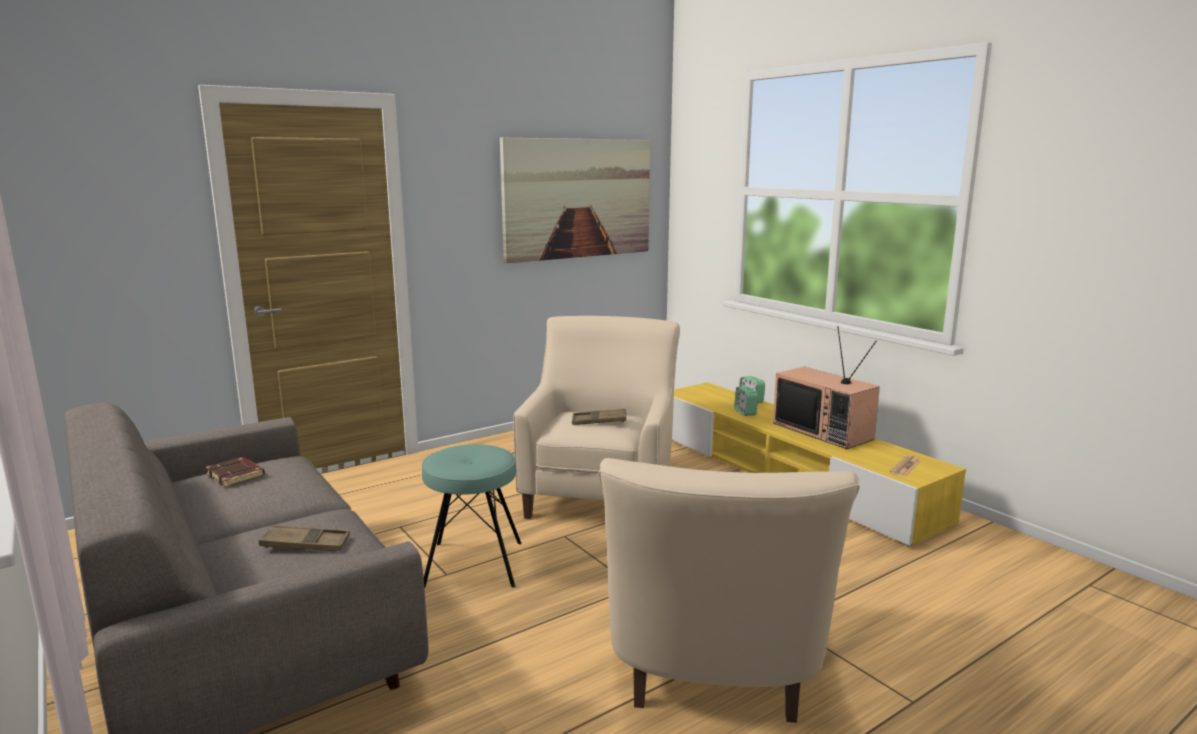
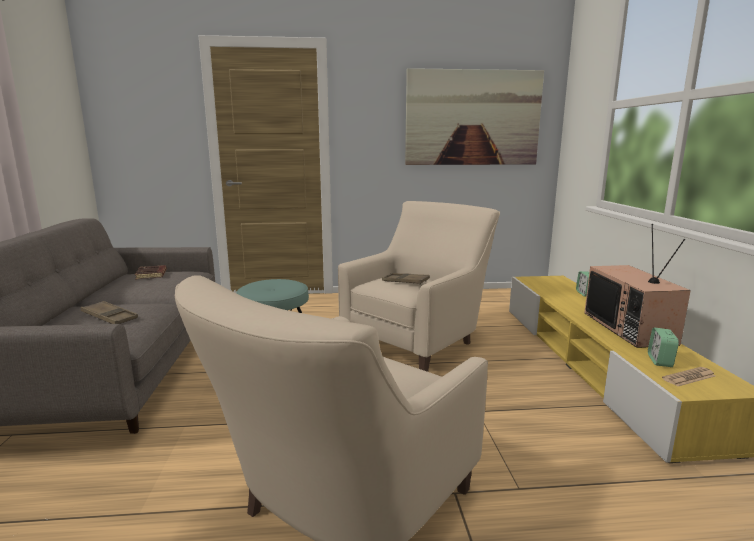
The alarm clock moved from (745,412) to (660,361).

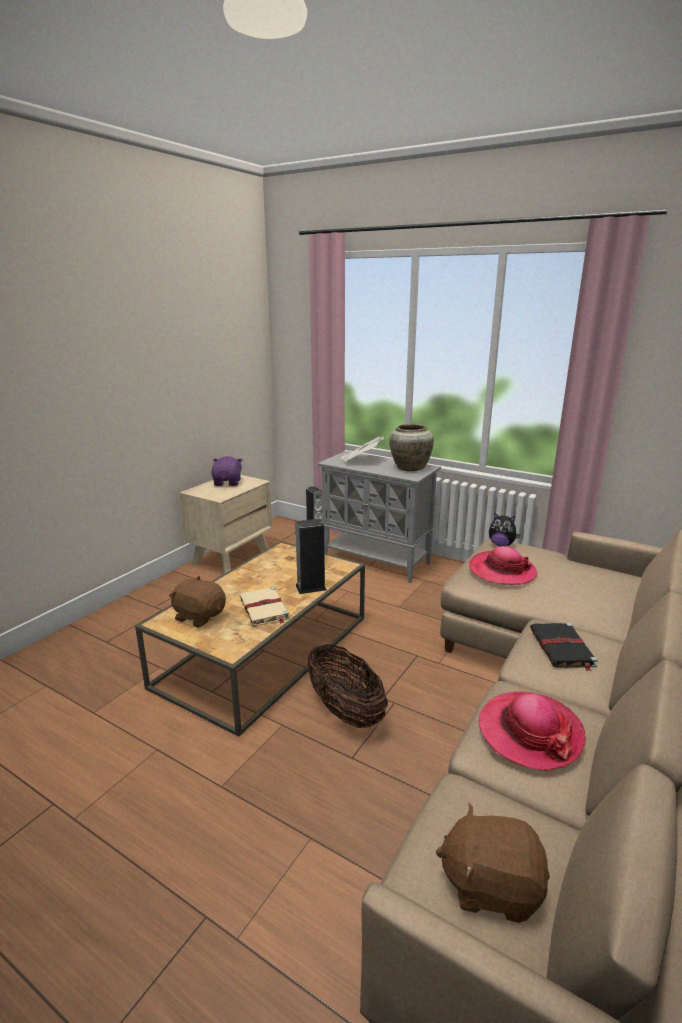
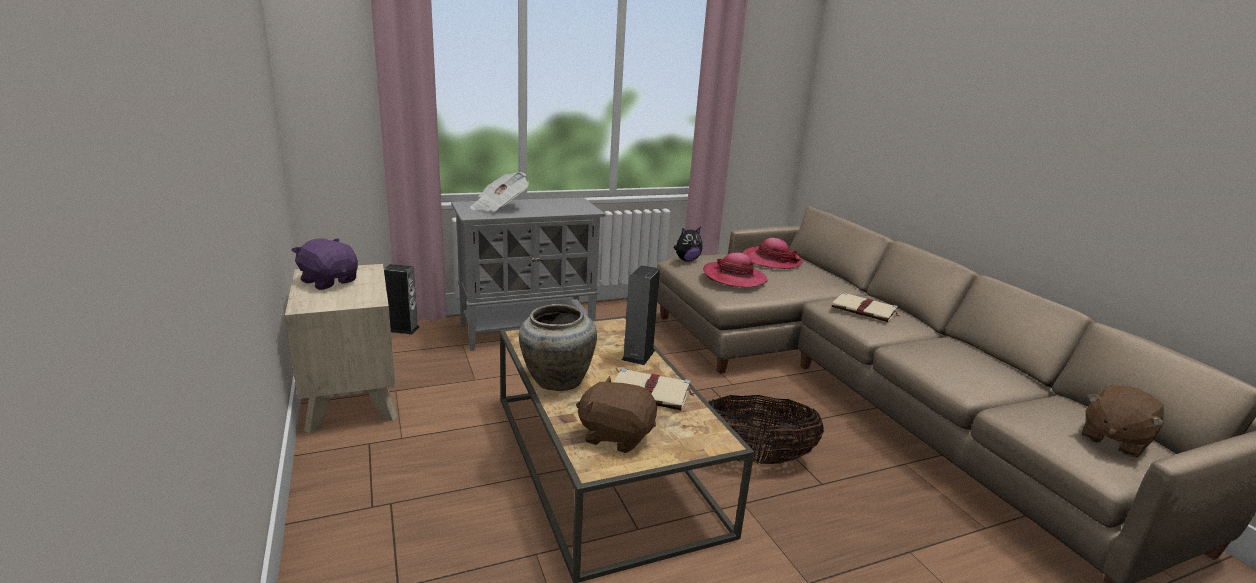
The vase (beige) moved from (409,468) to (556,380).
The plush toy (brown) at (199,616) turned 45 degrees clockwise.
The hat moved from (529,732) to (771,260).
The book (black) at (562,648) became the book (beige) at (865,310).

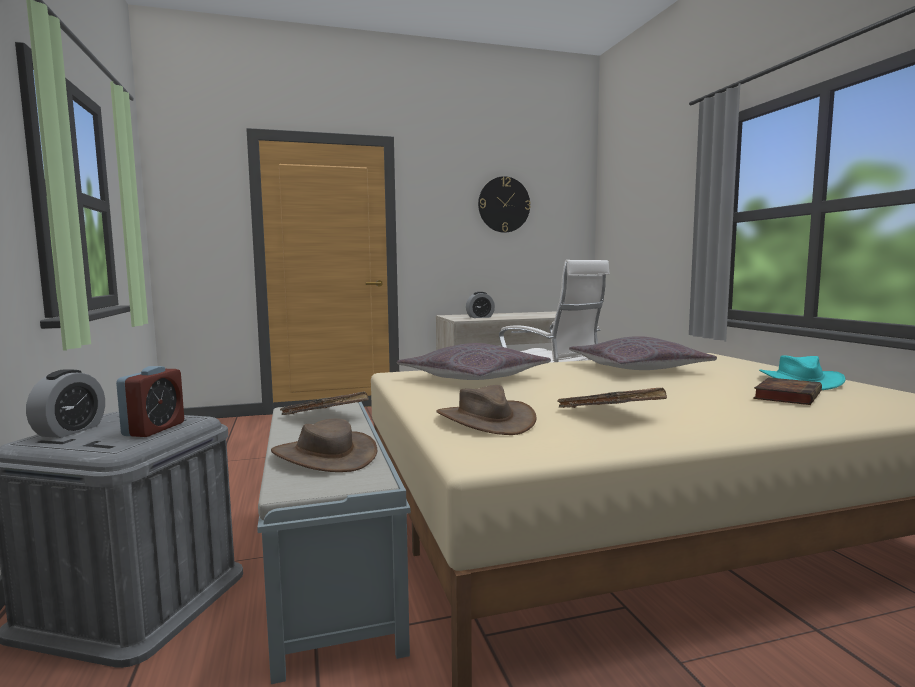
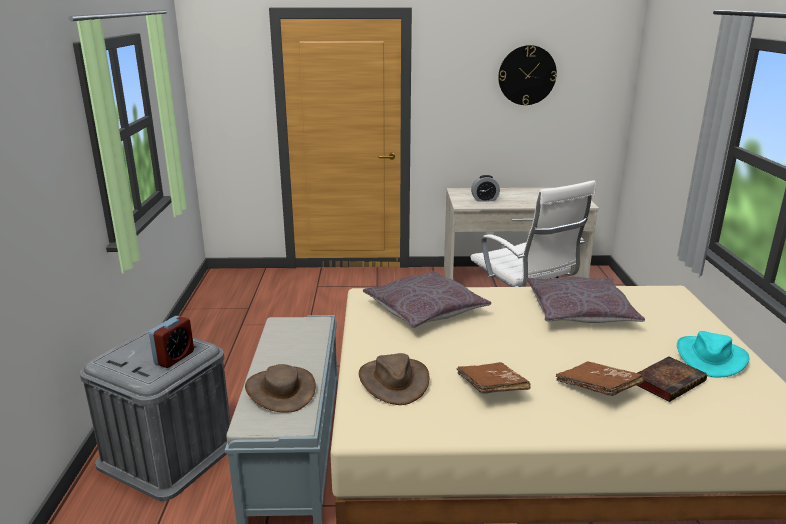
The book (brown) moved from (324,417) to (597,389).
The alarm clock at (70,431) disappeared.

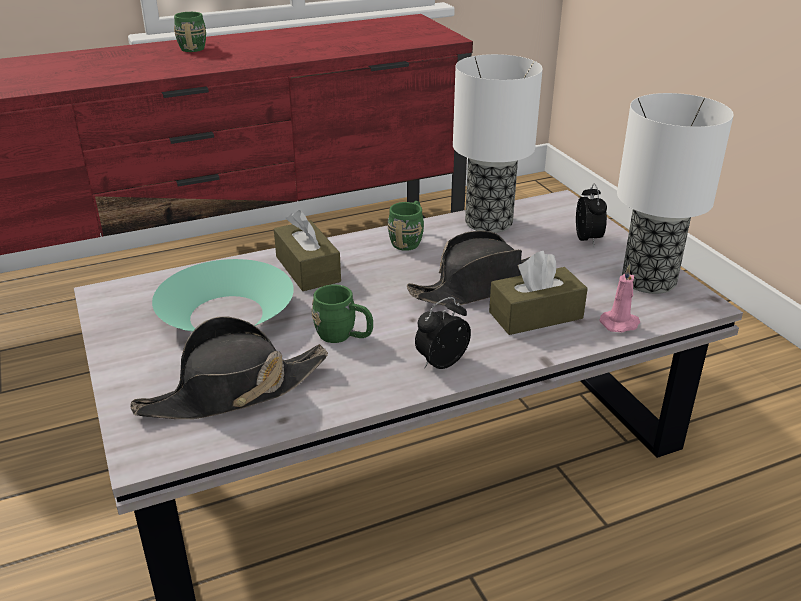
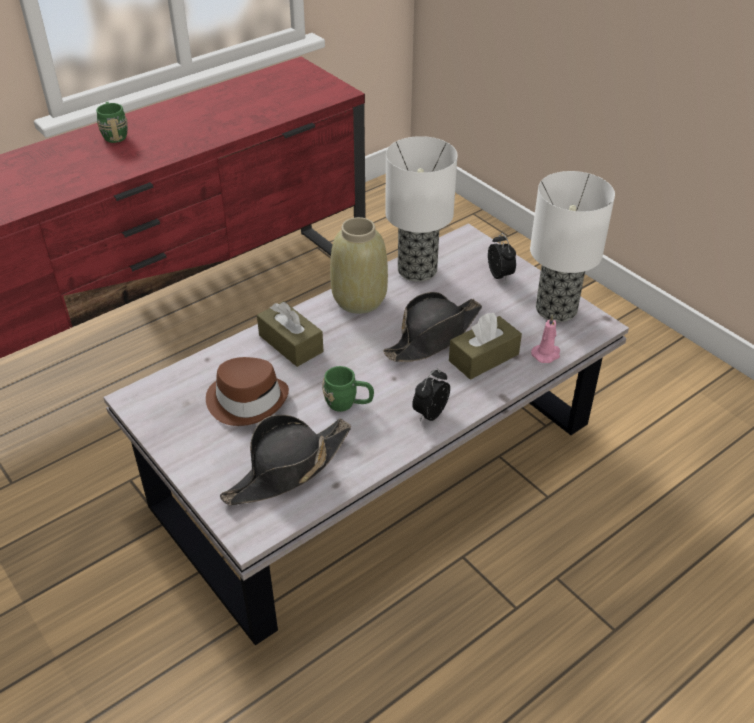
The bowl (turquoise) at (227,314) was replaced by the hat (brown) at (247,400).
The mug (green) at (408,240) was replaced by the vase (beige) at (360,299).

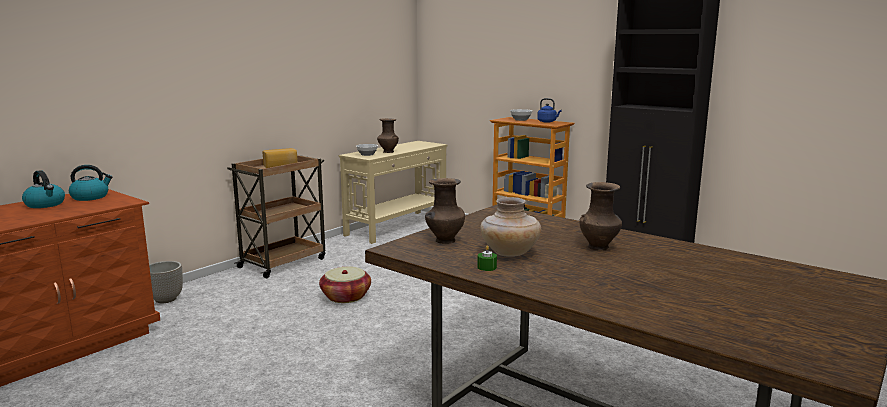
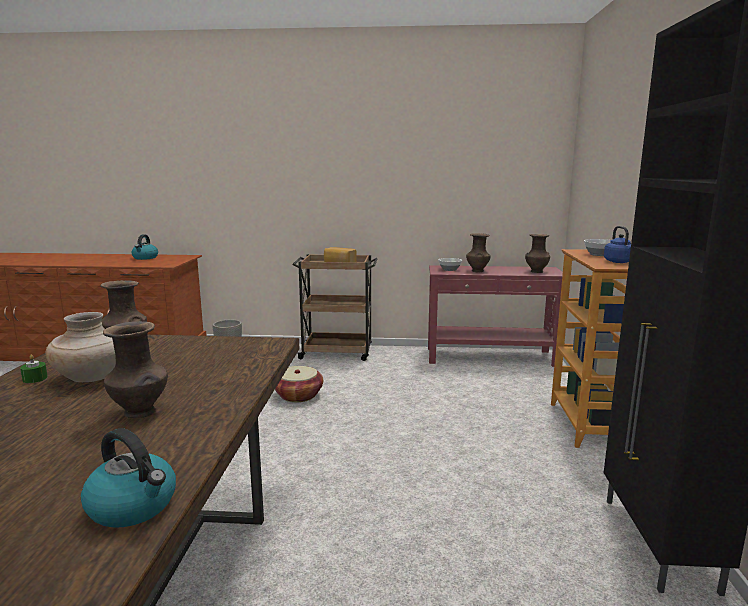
The kettle moved from (91,197) to (134,506).
The console table (beige) at (397,226) became the console table (red) at (491,357).
The vase (brown) at (536,271) appeared.

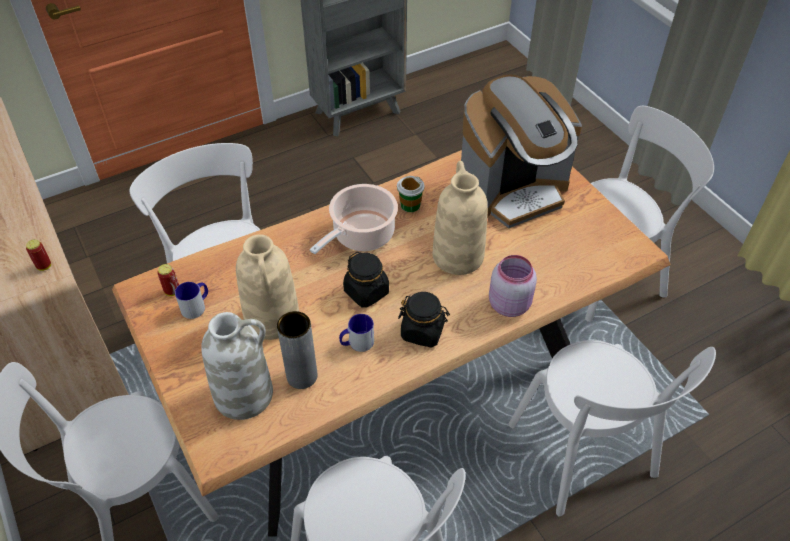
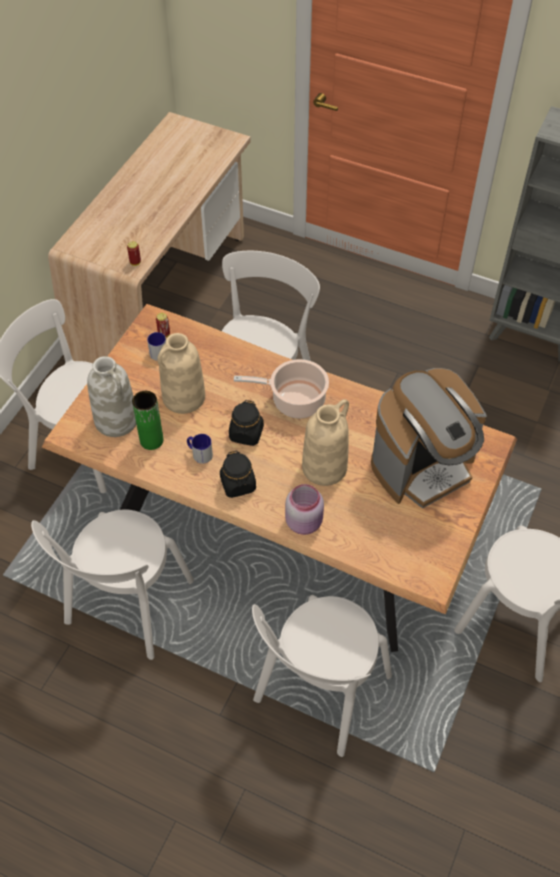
The vase (grey) at (302,376) became the vase (green) at (151,440).
The coffee machine at (513,192) turned 60 degrees counterclockwise.
The cup at (410,205) disappeared.

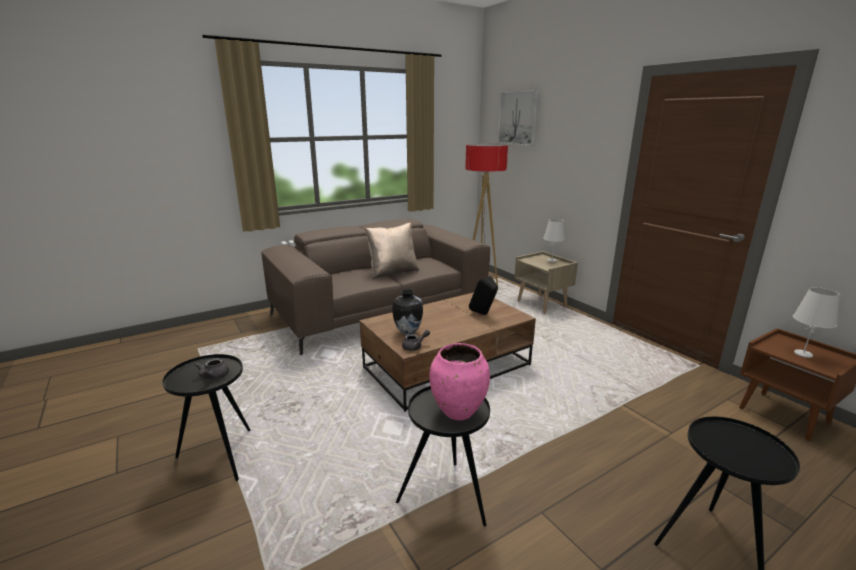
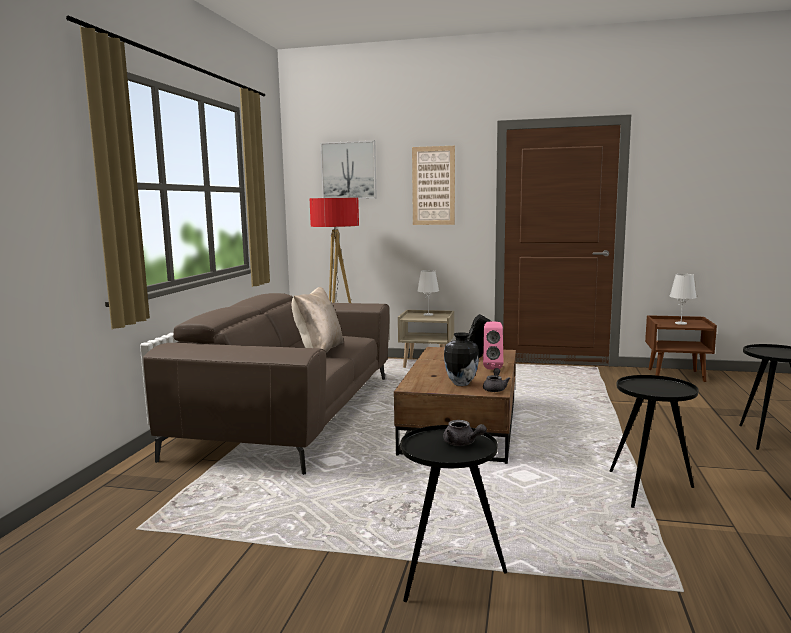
The picture at (433,186) appeared.
The speaker (pink) at (492,367) appeared.
The vase (pink) at (457,412) disappeared.

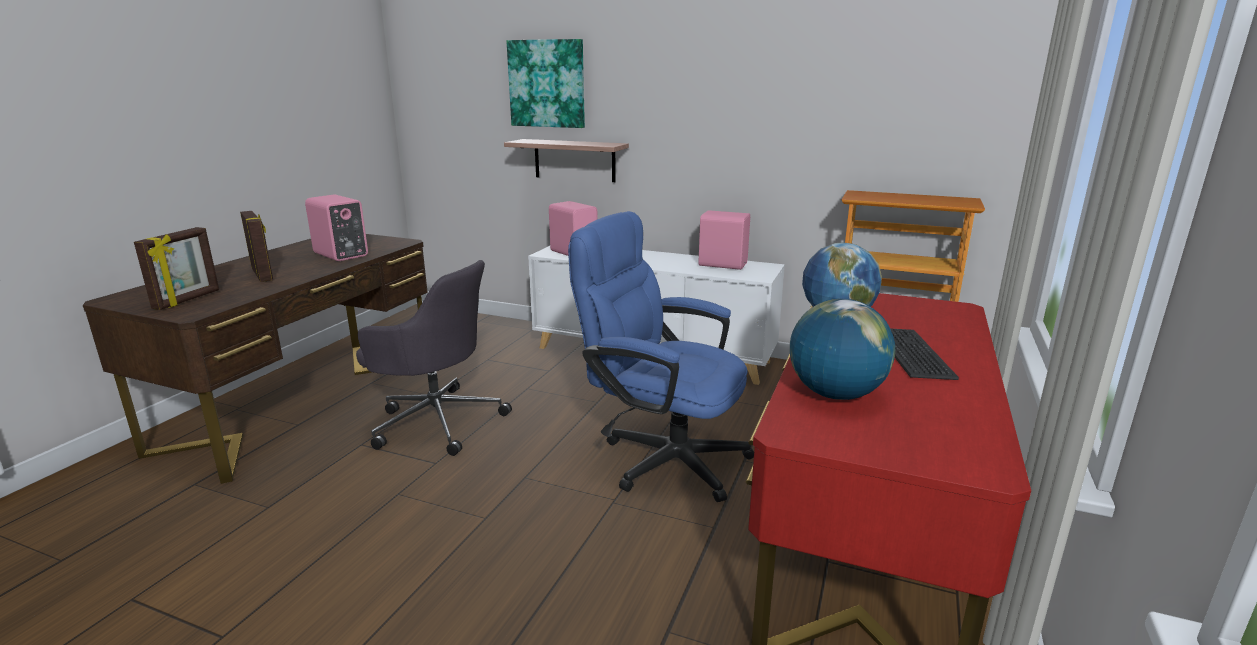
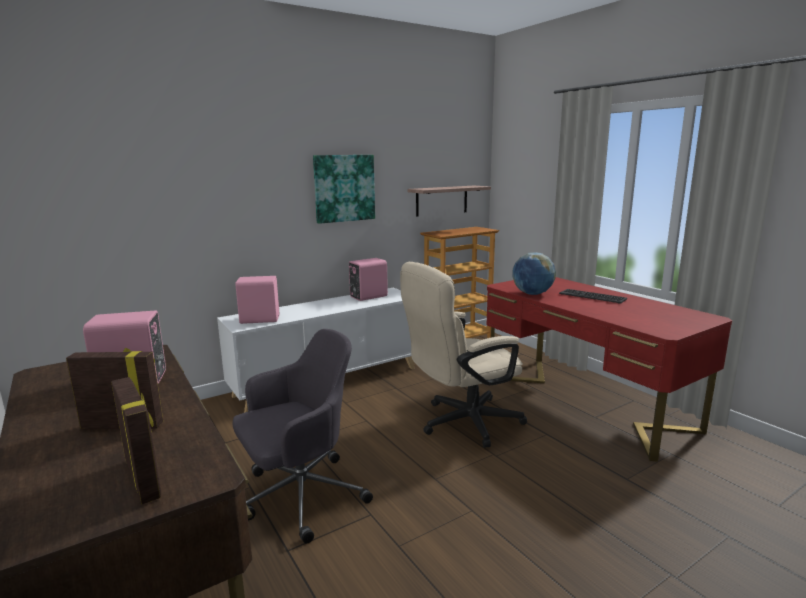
The picture moved from (547,84) to (344,188).
The office chair (blue) at (662,457) became the office chair (beige) at (462,423).
The shelf moved from (574,160) to (442,200).
The globe at (835,394) disappeared.

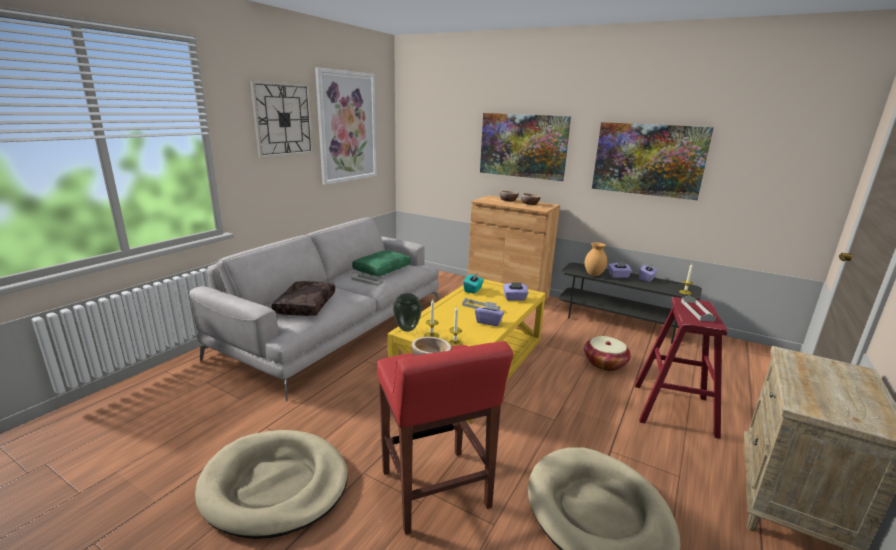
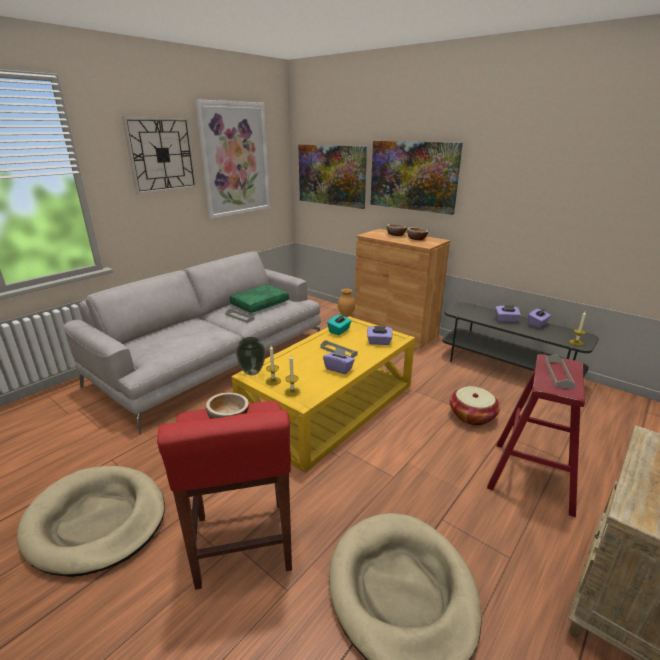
The picture moved from (648,159) to (331,175).
The vase (brown) moved from (593,275) to (346,315).
The pillow (brown) at (305,305) disappeared.

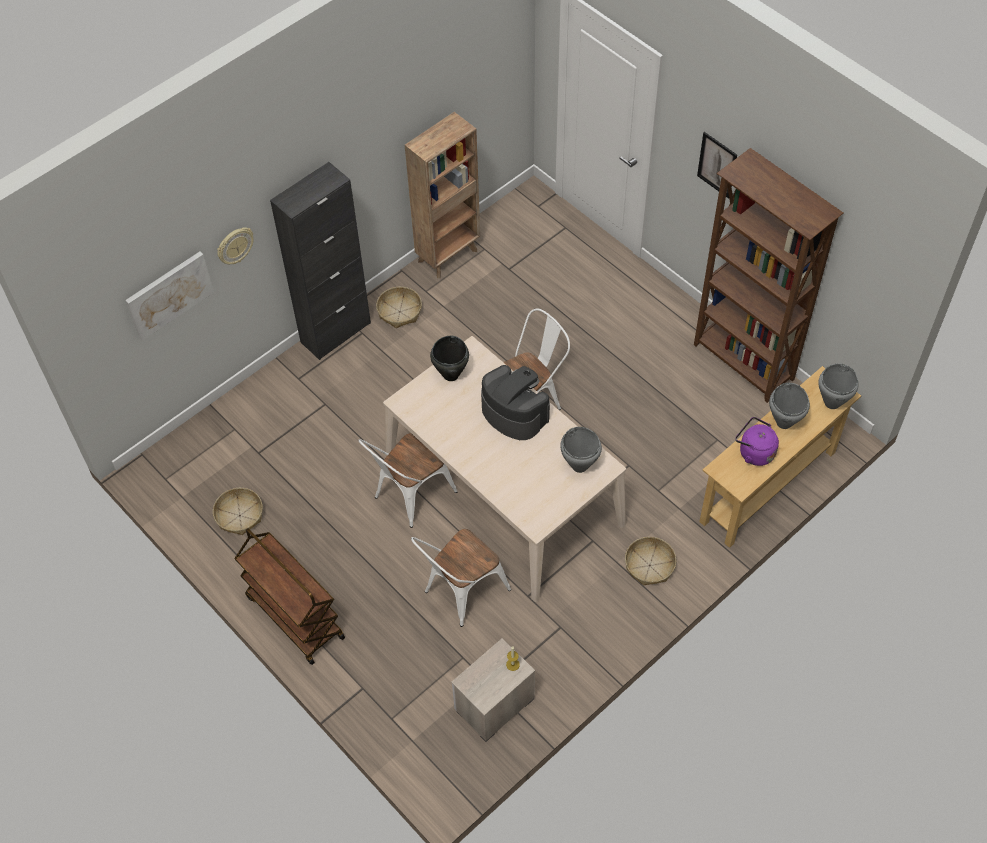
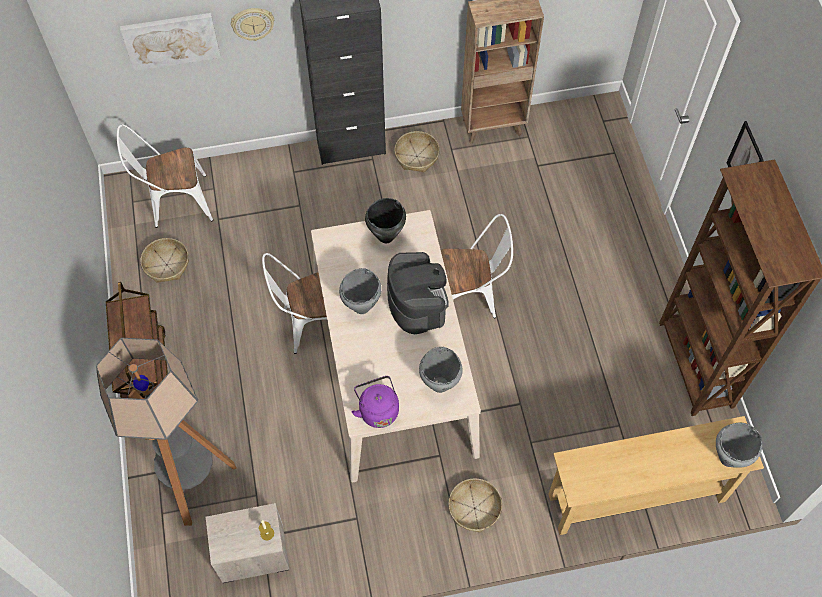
The floor lamp at (194,483) appeared.
The chair (white) moved from (461,593) to (175,203).
The cooking pot (grey) moved from (784,422) to (362,307).
The kettle (purple) moved from (754,452) to (377,409).

